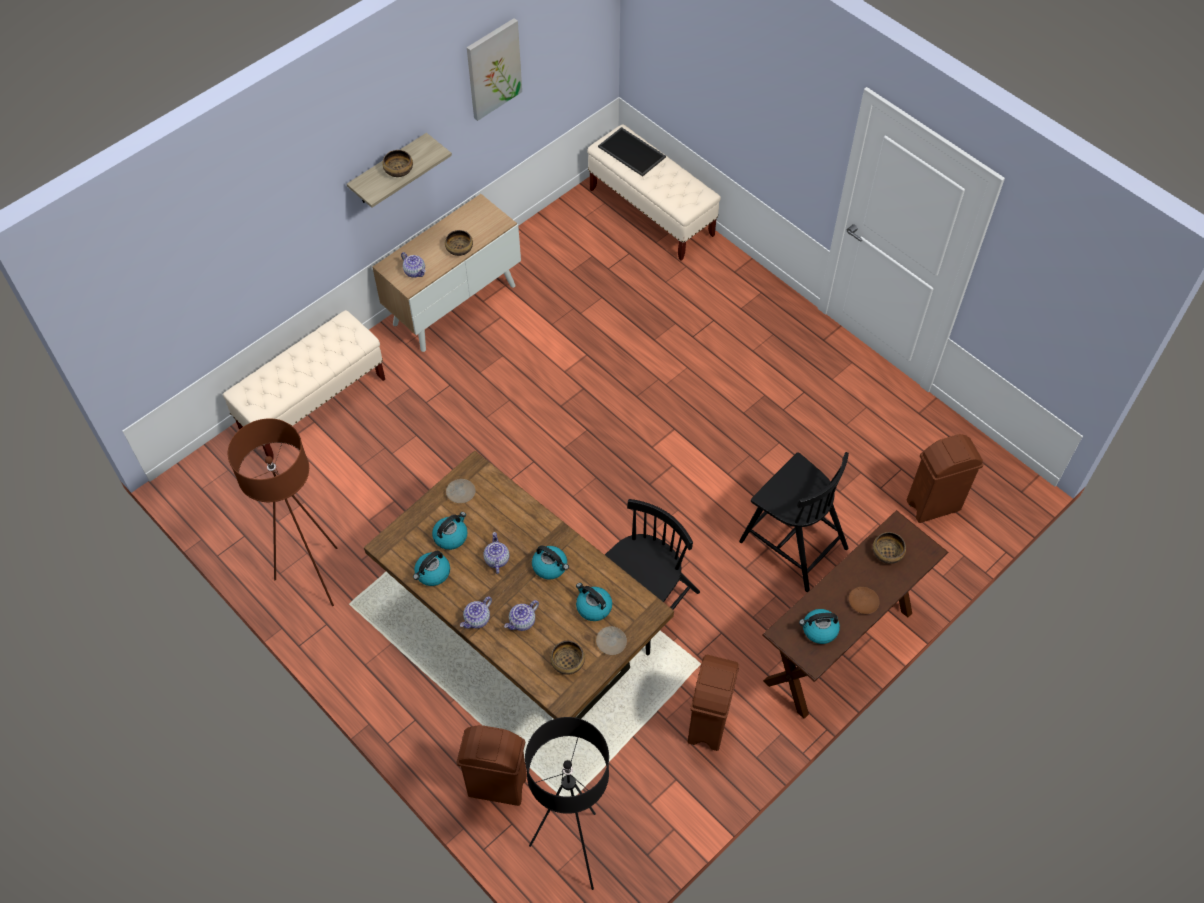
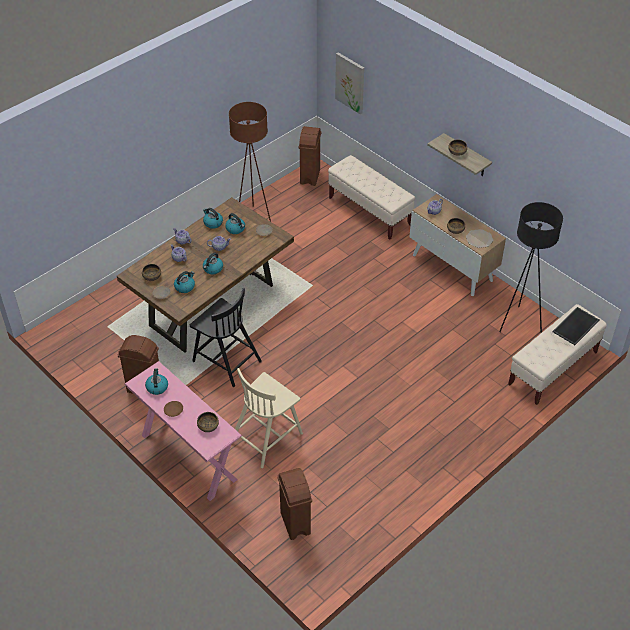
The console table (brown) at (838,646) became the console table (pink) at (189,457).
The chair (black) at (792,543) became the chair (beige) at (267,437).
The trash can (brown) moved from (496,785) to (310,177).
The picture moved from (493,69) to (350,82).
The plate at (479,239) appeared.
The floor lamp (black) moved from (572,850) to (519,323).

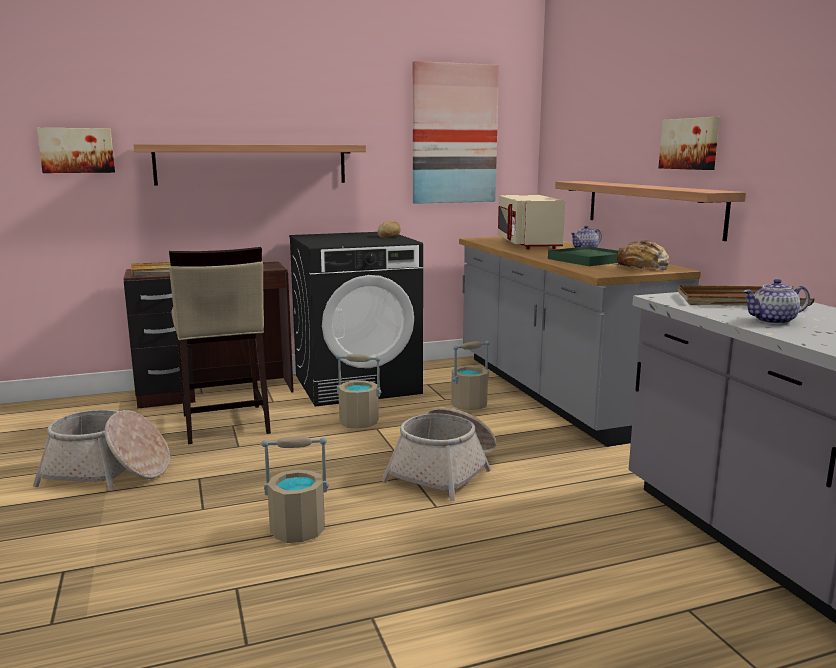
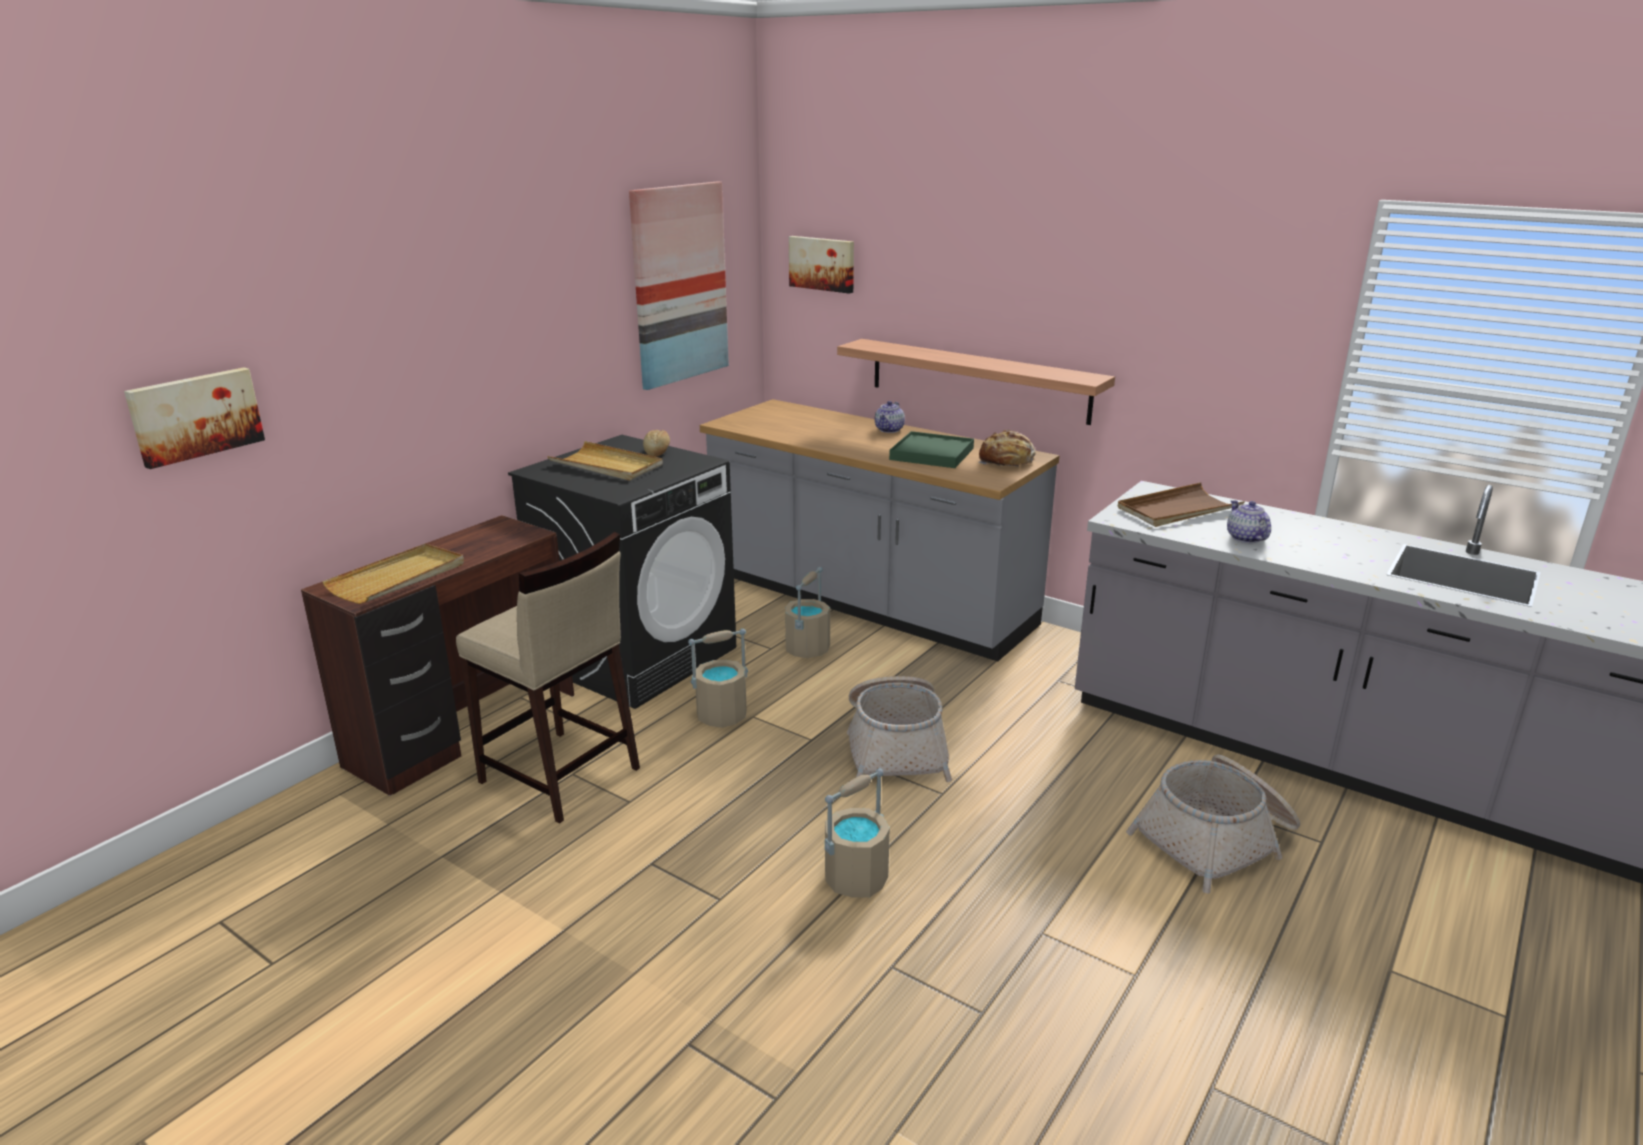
The tray (beige) at (607,465) appeared.
The picture moved from (690,144) to (822,263).
The basket moved from (108,472) to (1217,840).
The teapot at (773,321) turned 120 degrees clockwise.
The shelf at (252,164) disappeared.
The microwave (beige) at (527,244) disappeared.

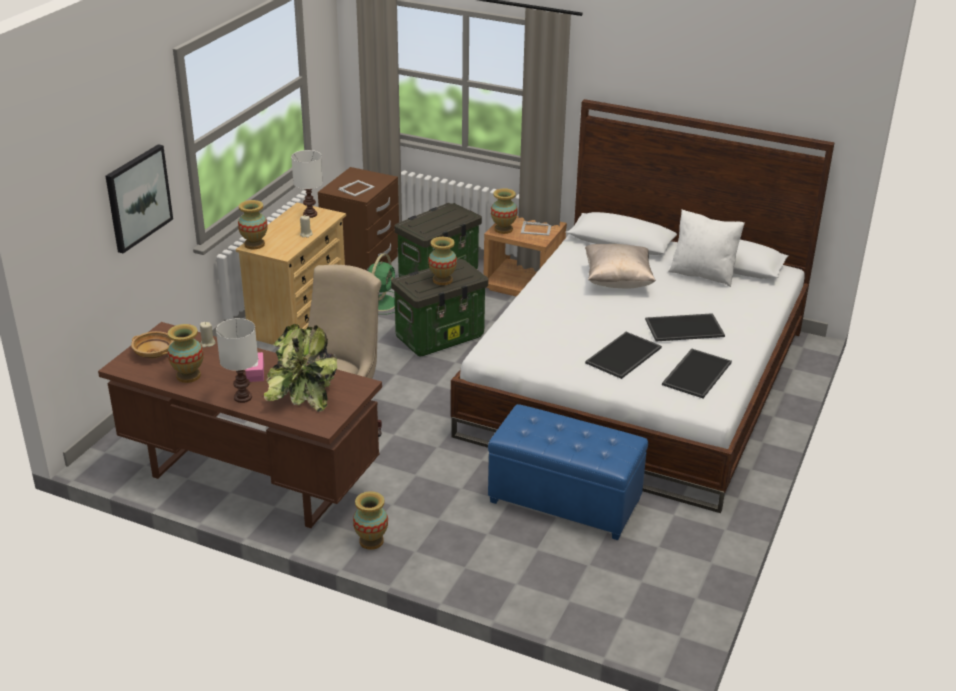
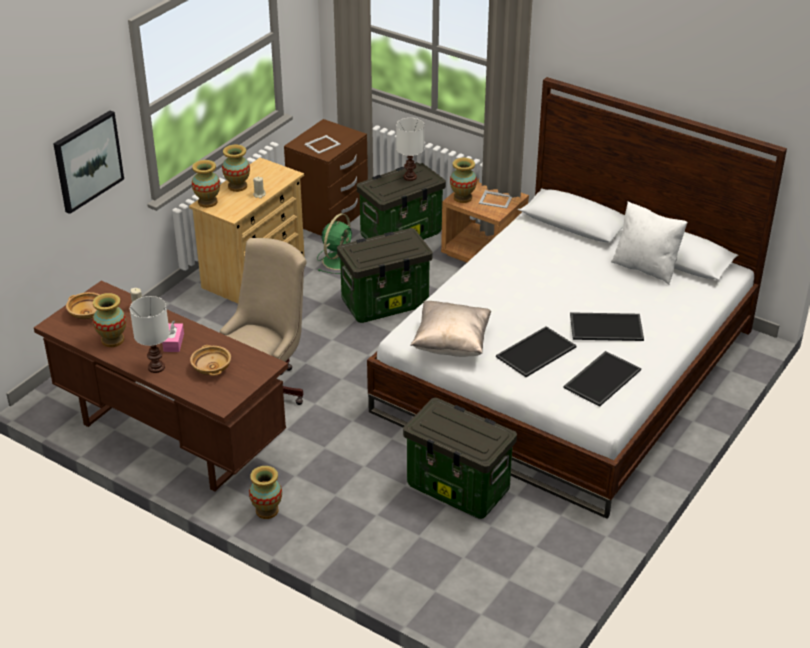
The potted plant at (302,393) was replaced by the bowl (beige) at (211,368).
The vase moved from (442,280) to (237,186).
The table lamp (white) moved from (310,214) to (410,177).
The ottoman (blue) at (565,500) was replaced by the storage box at (459,488).
The pillow (beige) moved from (617,281) to (451,344).

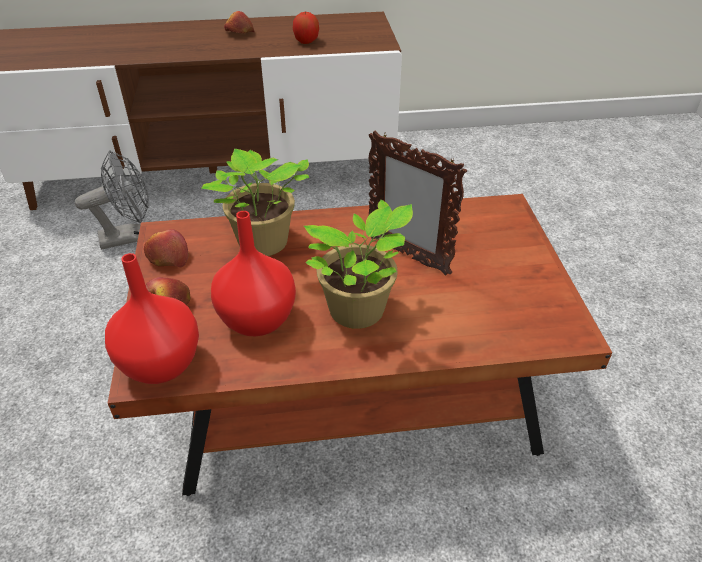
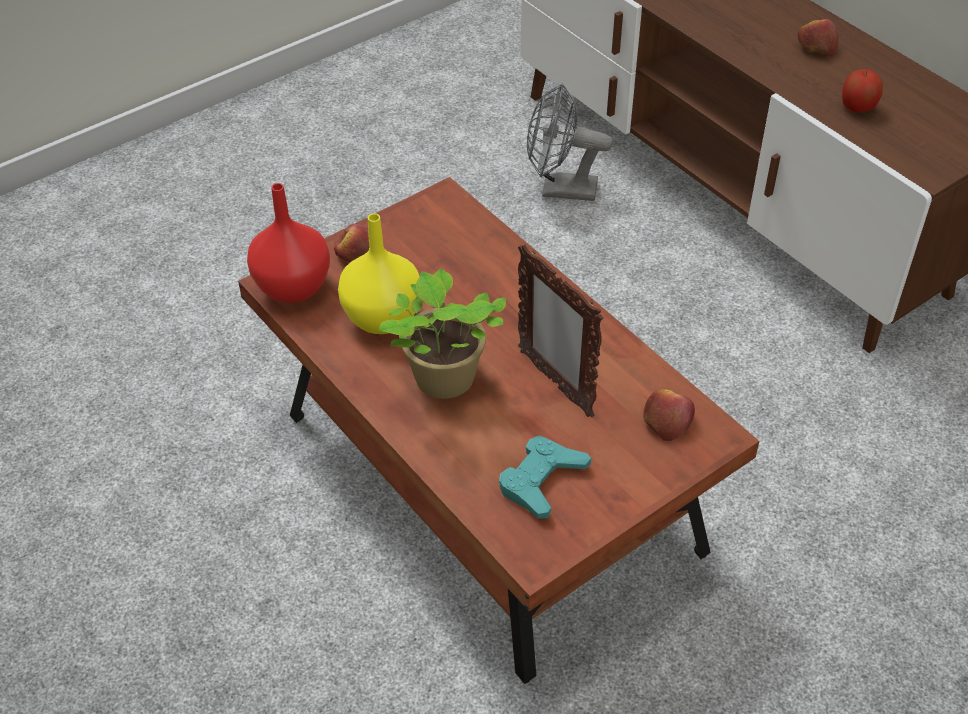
The vase (red) at (257,319) became the vase (yellow) at (384,317).
The game controller (turquoise) at (541,481) appeared.
The picture frame at (408,255) turned 45 degrees counterclockwise.
The fan (grey) at (129,236) turned 150 degrees clockwise.
The apple moved from (168,257) to (667,420).
The potted plant at (262,245) disappeared.

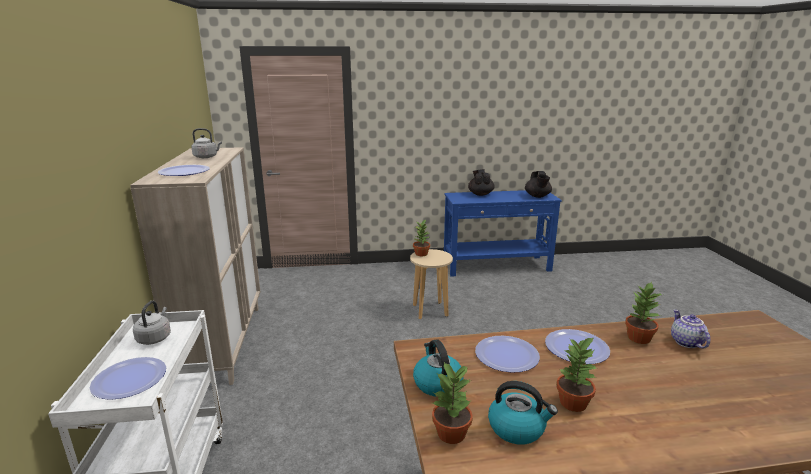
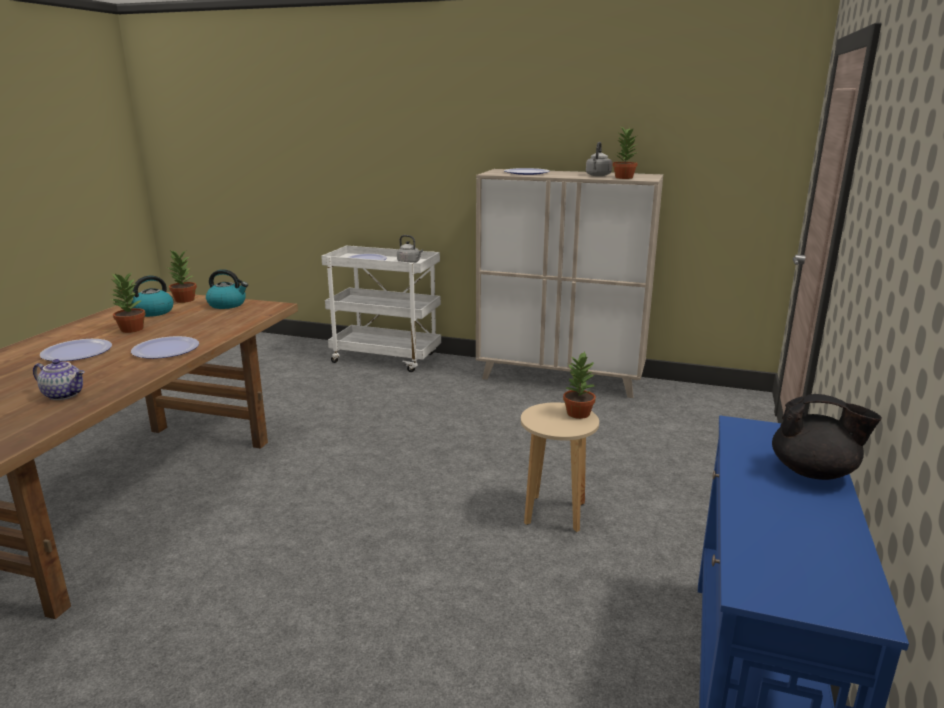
The plate moved from (506,355) to (77,352).
The potted plant moved from (638,338) to (623,177).
The teapot (black) at (537,196) disappeared.

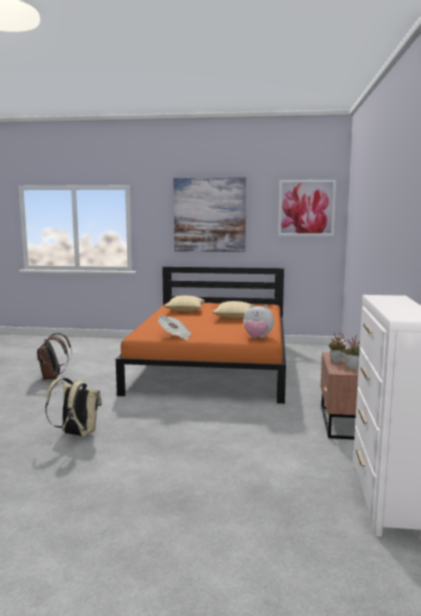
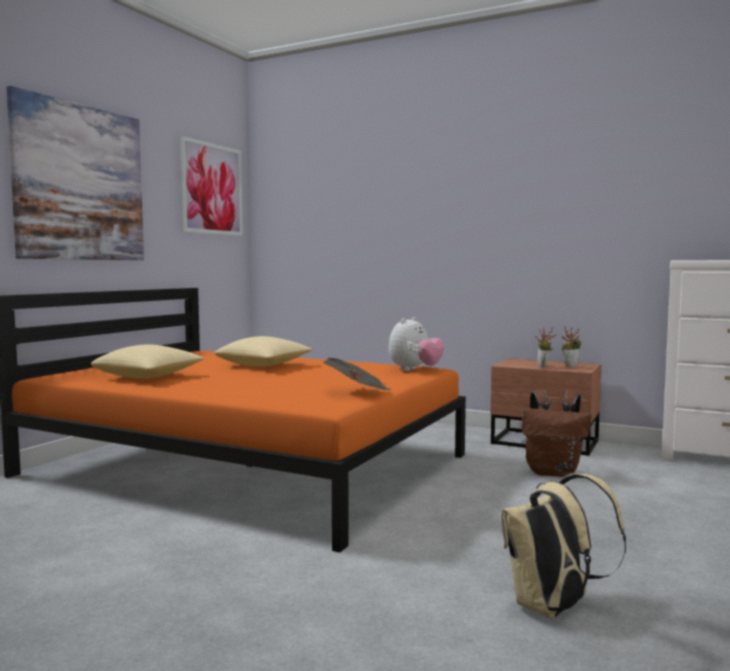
The backpack (brown) moved from (53,377) to (553,472).

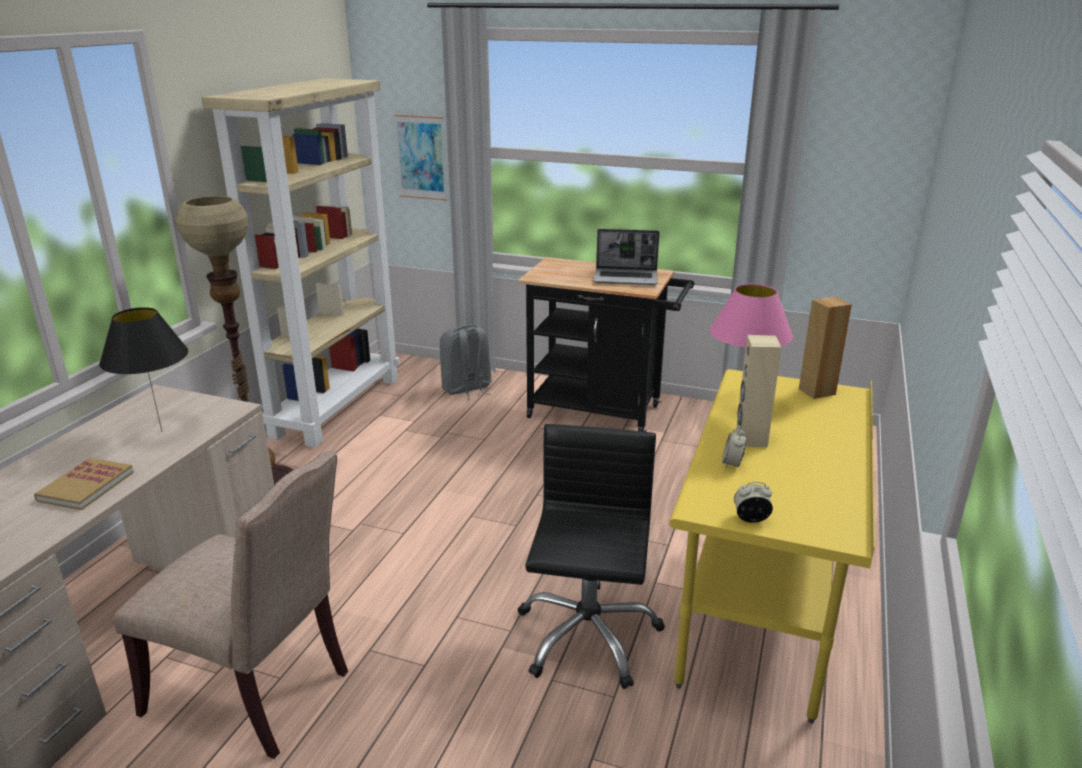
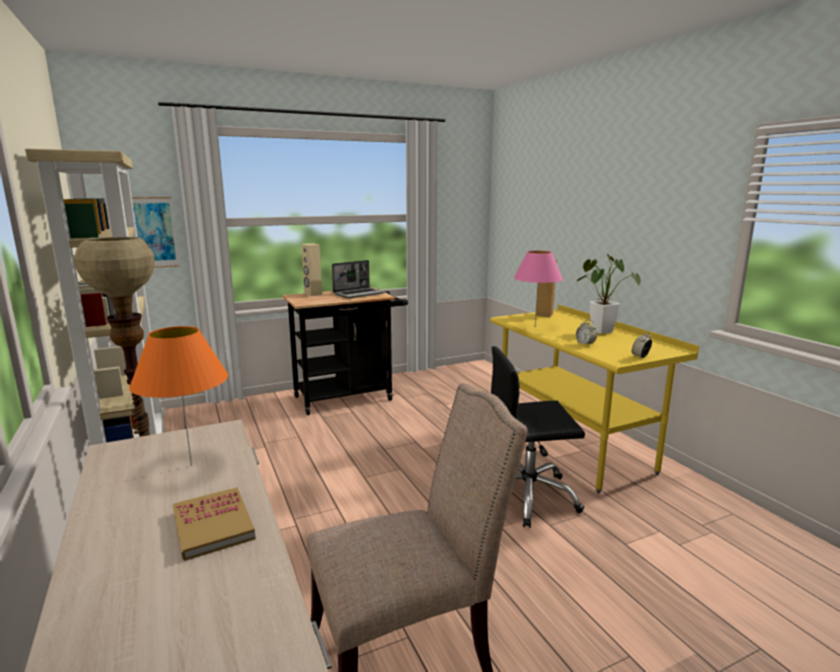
The table lamp (black) at (162,431) became the table lamp (orange) at (191,465).
The speaker (beige) moved from (750,439) to (313,294).
The office chair (black) at (587,635) turned 60 degrees counterclockwise.
The potted plant at (599,330) appeared.
The backpack (grey) at (466,389) disappeared.

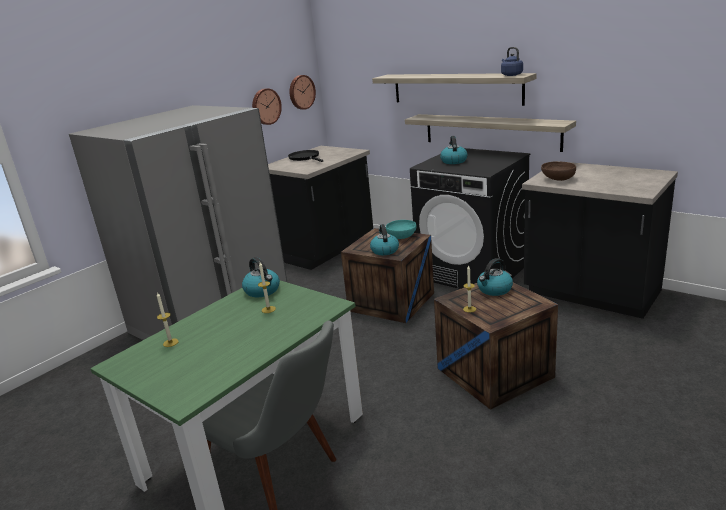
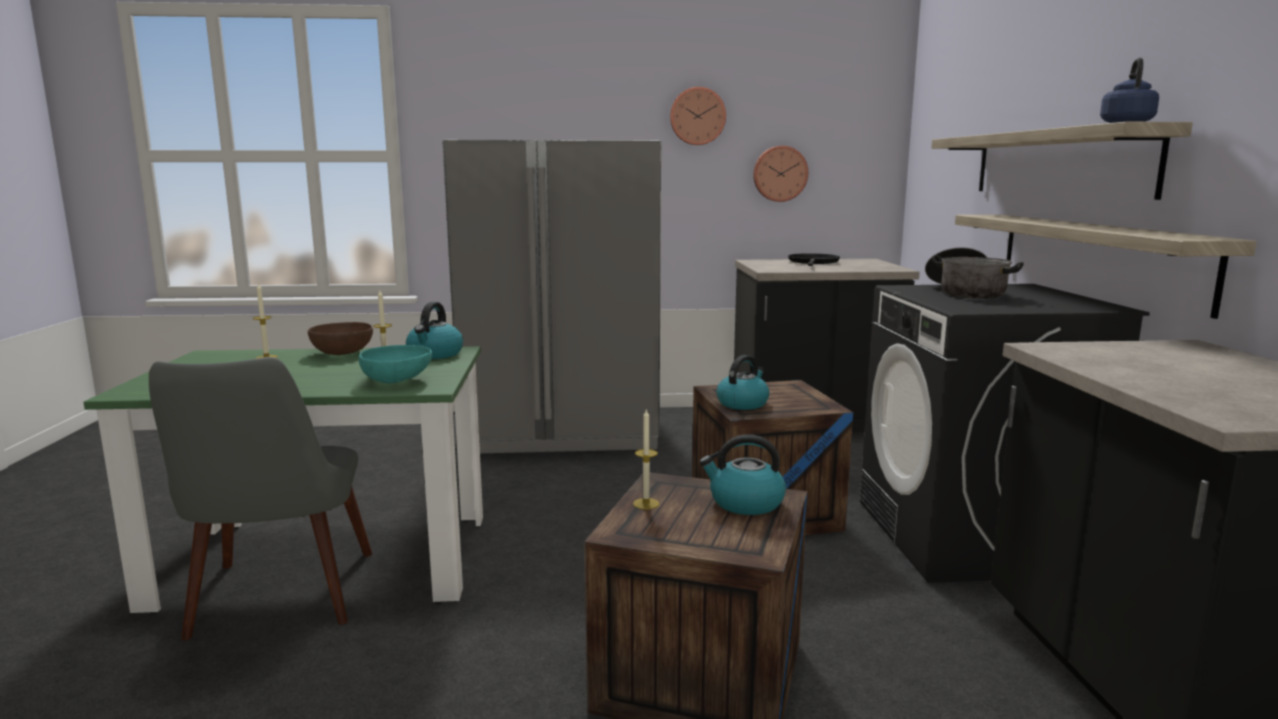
The bowl (brown) moved from (557,179) to (342,352).
The bowl (turquoise) moved from (401,236) to (398,381).
The wall clock moved from (301,92) to (697,116).
The kettle at (453,161) was replaced by the cooking pot at (966,292).

